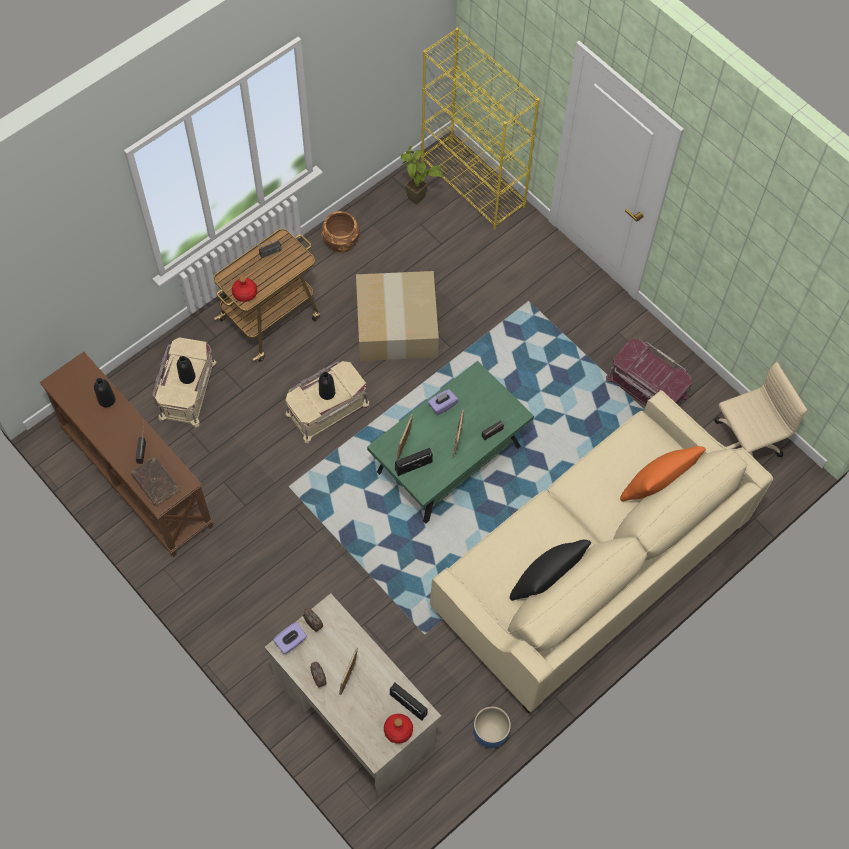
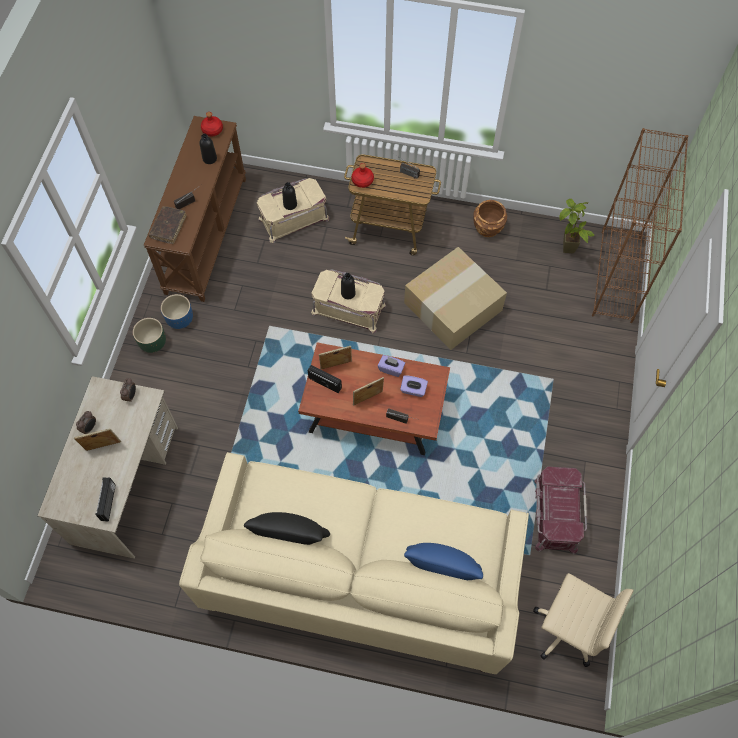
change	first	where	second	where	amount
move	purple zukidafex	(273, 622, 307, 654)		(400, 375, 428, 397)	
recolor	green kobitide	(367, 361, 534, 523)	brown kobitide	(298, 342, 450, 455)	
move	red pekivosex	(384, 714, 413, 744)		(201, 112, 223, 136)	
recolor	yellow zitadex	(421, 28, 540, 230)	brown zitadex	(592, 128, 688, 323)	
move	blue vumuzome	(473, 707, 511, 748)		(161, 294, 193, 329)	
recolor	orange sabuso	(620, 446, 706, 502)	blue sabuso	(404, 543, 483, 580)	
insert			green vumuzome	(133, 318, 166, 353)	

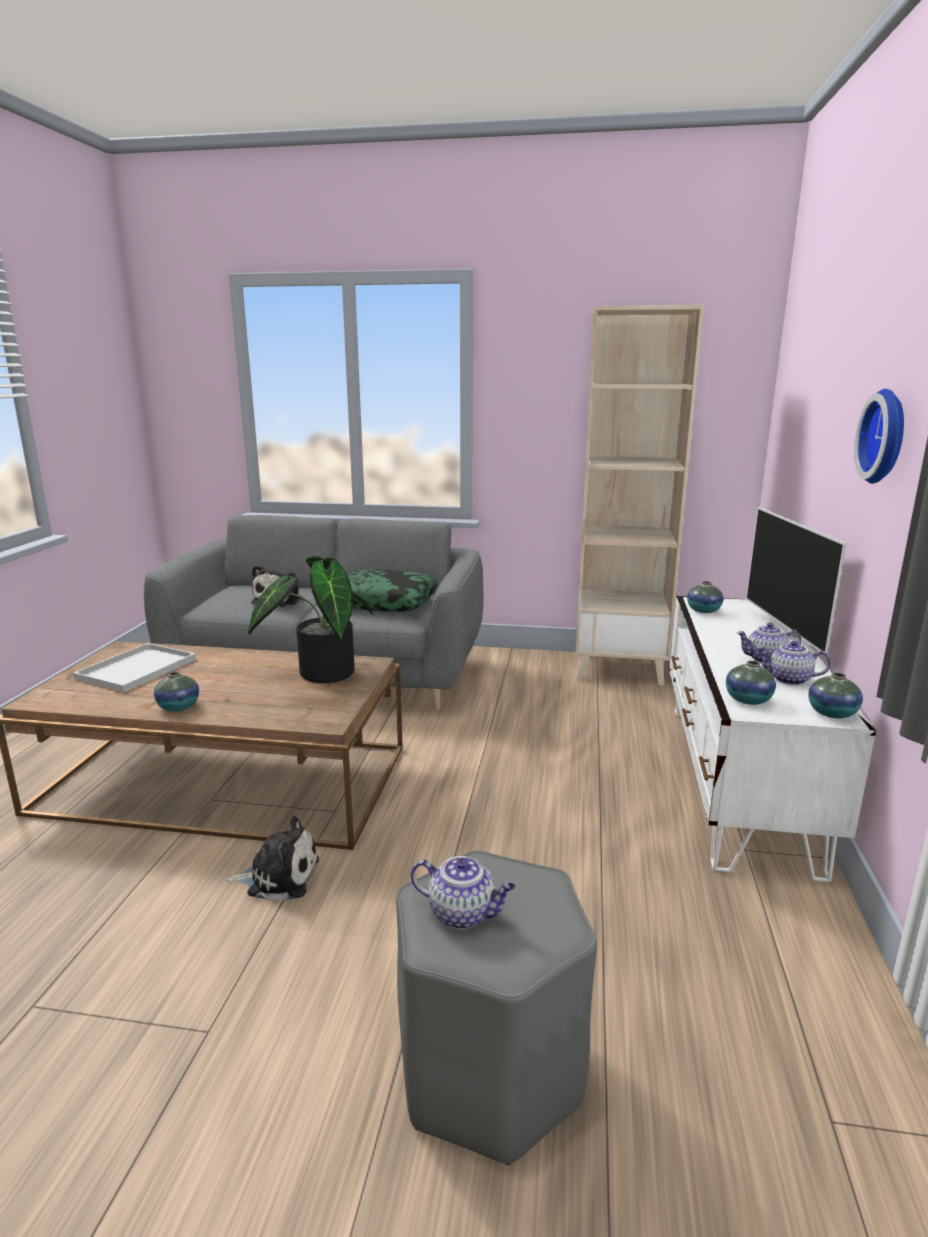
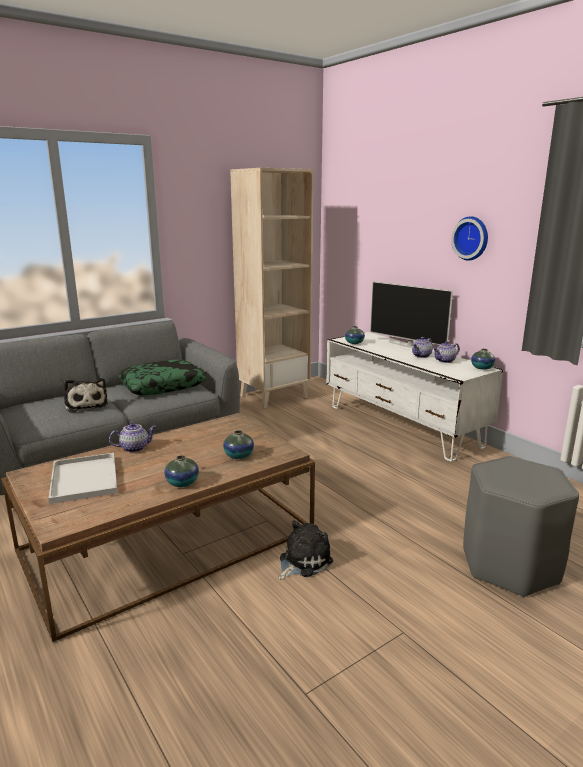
change	first	where	second	where	amount
delete	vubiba	(248, 556, 373, 683)			
move	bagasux	(411, 856, 516, 929)		(109, 423, 156, 452)	
move	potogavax	(726, 661, 776, 705)		(223, 430, 254, 459)	

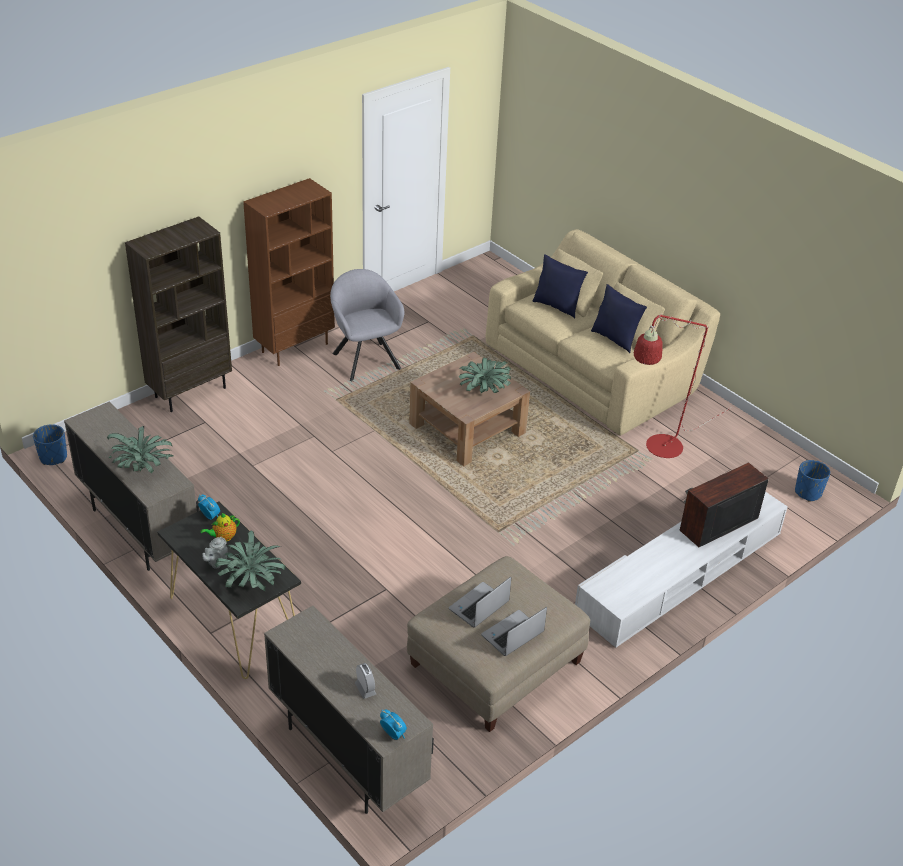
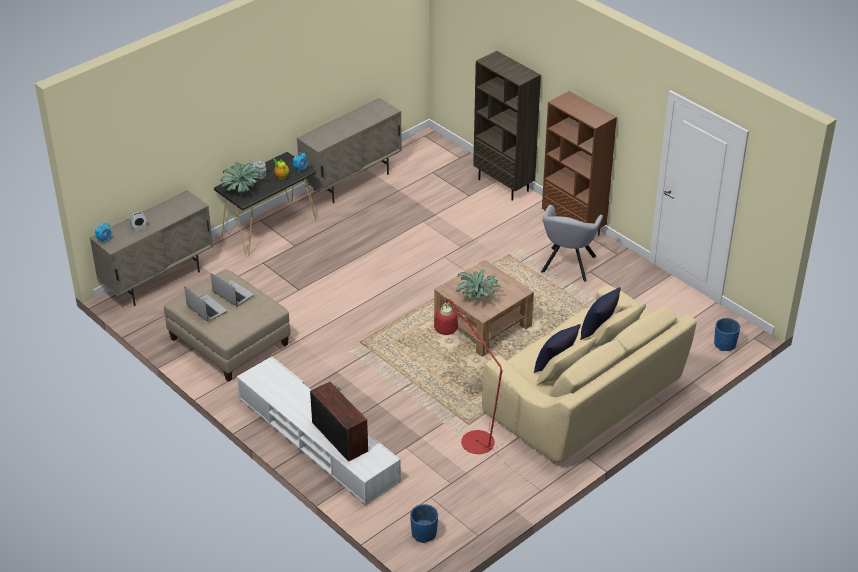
change	first	where	second	where	amount
move	blue vumuzome	(33, 424, 67, 465)		(714, 318, 740, 351)	
delete	vubiba	(107, 426, 173, 473)			
rotate	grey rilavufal	(330, 269, 404, 382)		(541, 205, 603, 282)	135 degrees clockwise

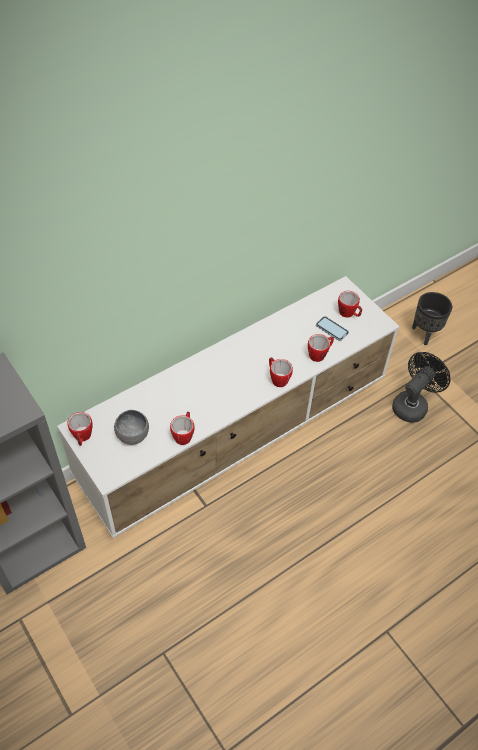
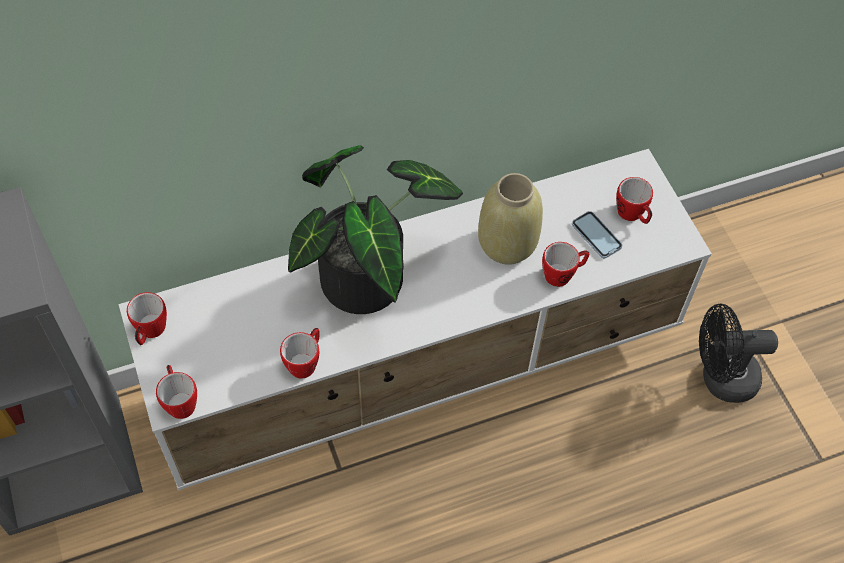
change	first	where	second	where	amount
delete	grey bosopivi	(114, 410, 149, 445)			
move	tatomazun	(269, 358, 293, 387)		(156, 365, 197, 419)	
rotate	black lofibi	(392, 352, 450, 423)		(699, 304, 778, 403)	150 degrees counterclockwise
delete	black vumuzome	(412, 292, 452, 345)			
insert			vubiba	(288, 145, 463, 314)	
insert			beige potogavax	(478, 173, 543, 265)	

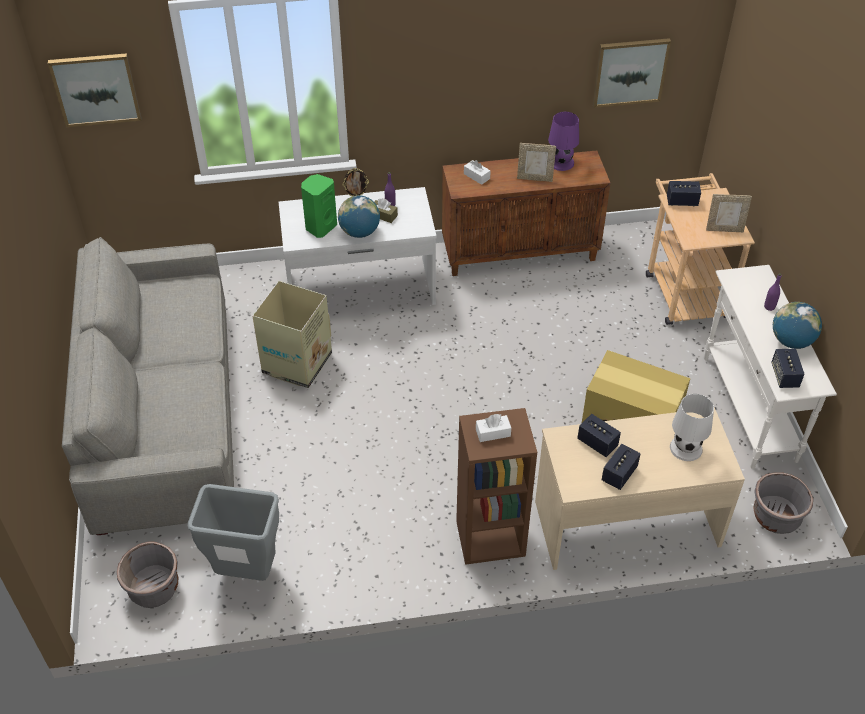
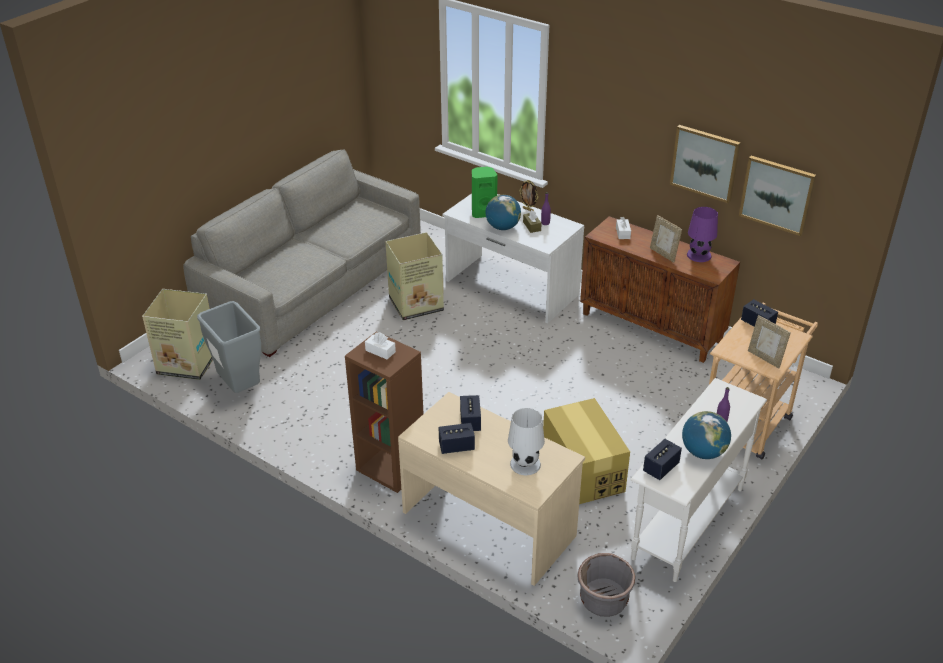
change	first	where	second	where	amount
move	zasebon	(48, 53, 141, 127)		(670, 125, 740, 204)	
replace	grey vumuzome	(117, 542, 179, 608)	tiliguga	(142, 289, 213, 380)	

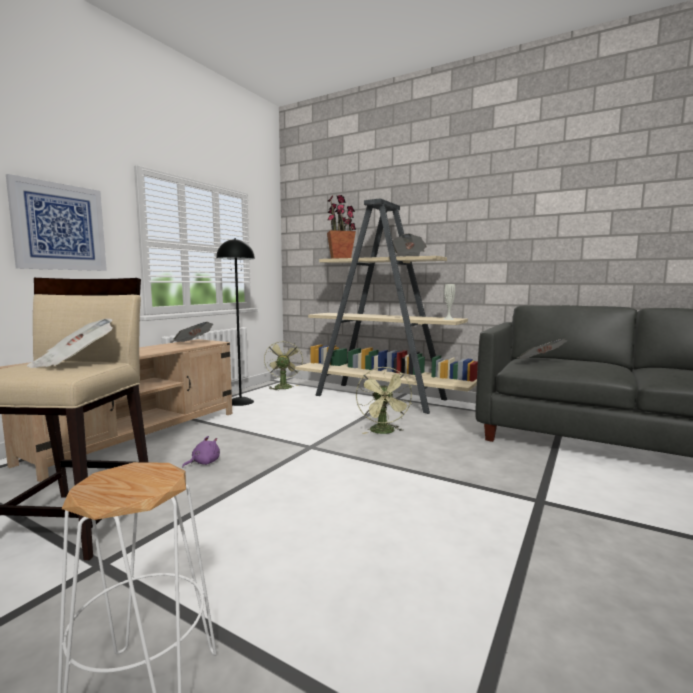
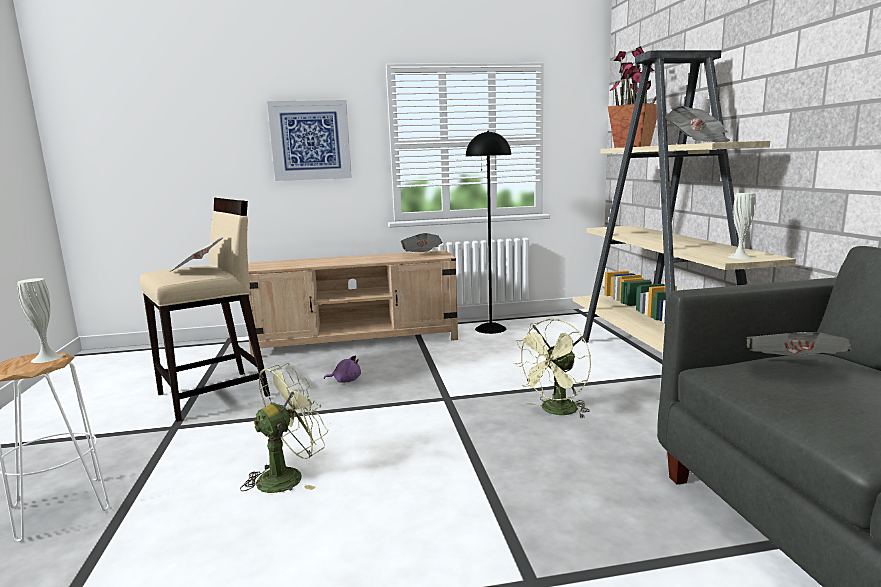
change	first	where	second	where	amount
move	green lofibi	(264, 340, 303, 391)		(240, 363, 328, 493)	
insert			white potogavax	(18, 278, 63, 363)	

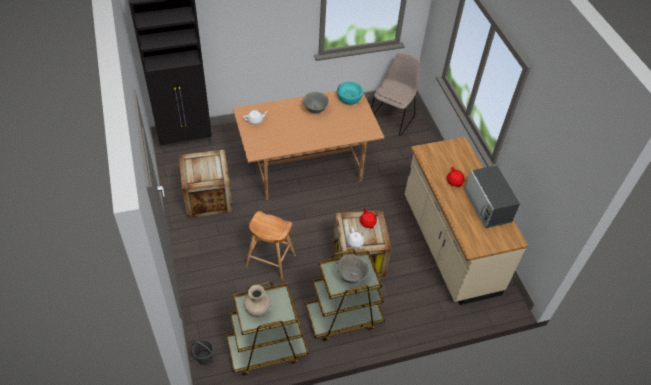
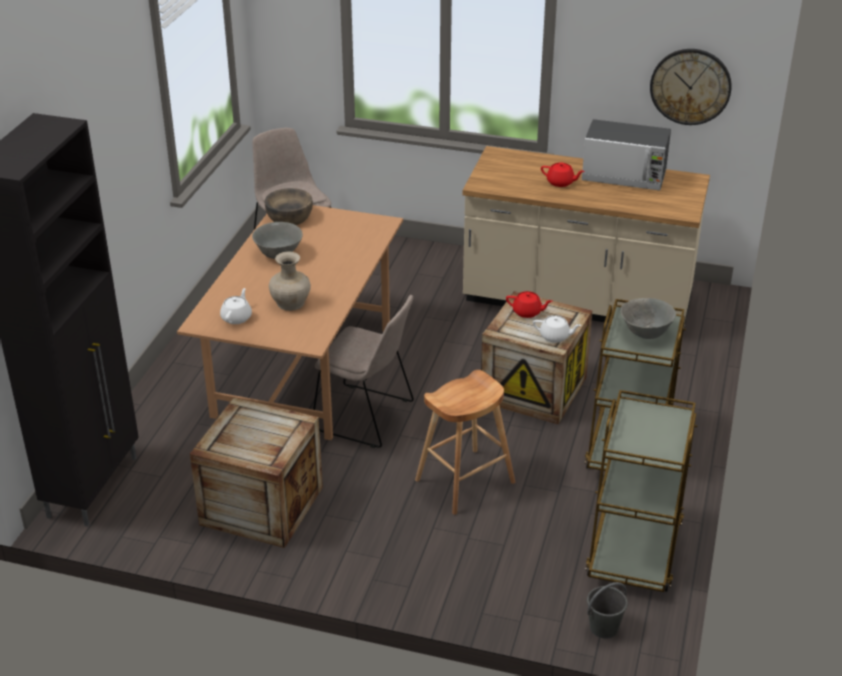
change	first	where	second	where	amount
move	beige potogavax	(244, 285, 271, 317)		(269, 251, 311, 311)	
recolor	turquoise bosopivi	(337, 82, 363, 105)	brown bosopivi	(265, 188, 313, 225)	
insert			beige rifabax	(313, 295, 414, 448)	
insert			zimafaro	(650, 49, 732, 125)	

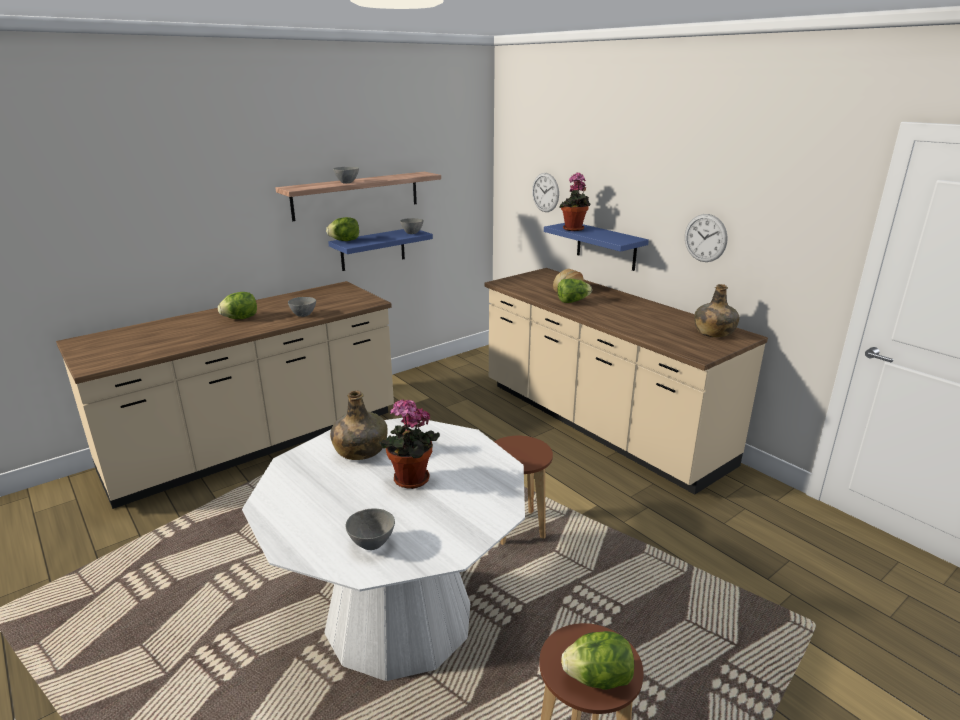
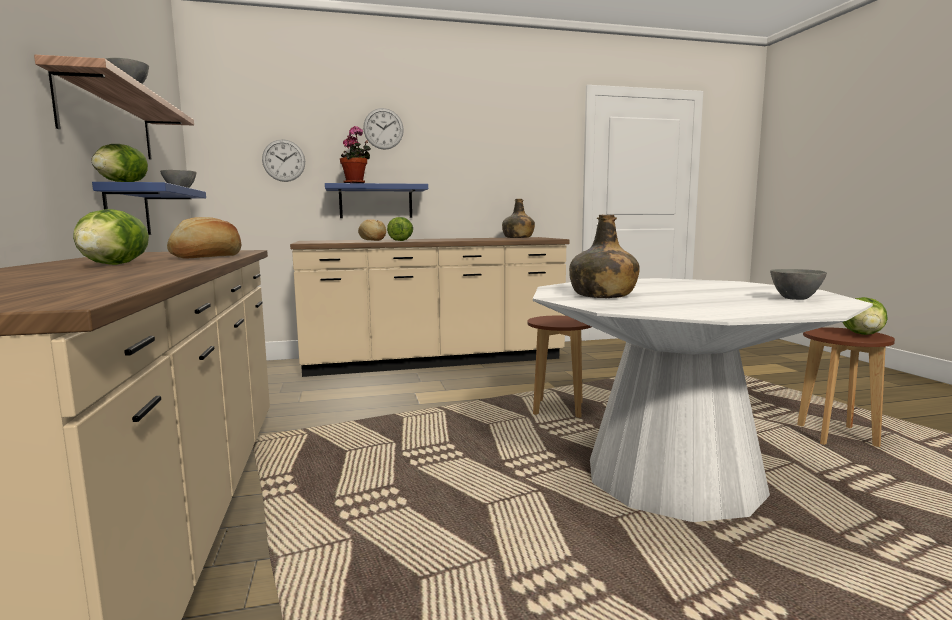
change	first	where	second	where	amount
replace	grey bosopivi	(288, 297, 316, 317)	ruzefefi	(167, 217, 241, 259)	
delete	vubiba	(379, 399, 440, 489)			
move	zimafaro	(685, 214, 728, 262)		(363, 108, 404, 150)	

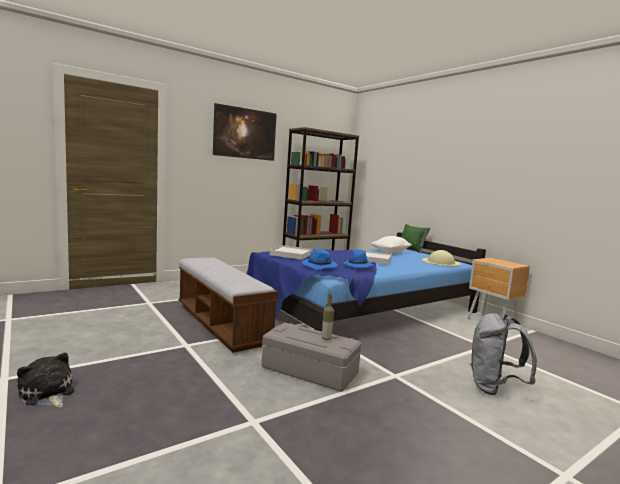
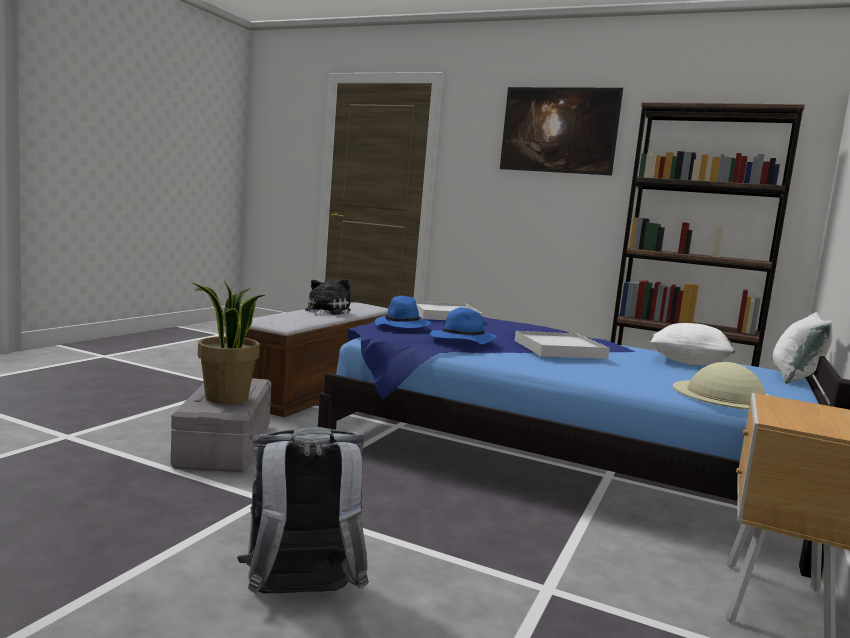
change	first	where	second	where	amount
move	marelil	(17, 352, 74, 408)		(305, 279, 351, 316)	
replace	pekivosex	(322, 294, 334, 340)	vubiba	(193, 281, 265, 404)	
recolor	green sabuso	(401, 224, 430, 253)	white sabuso	(773, 312, 832, 384)	

